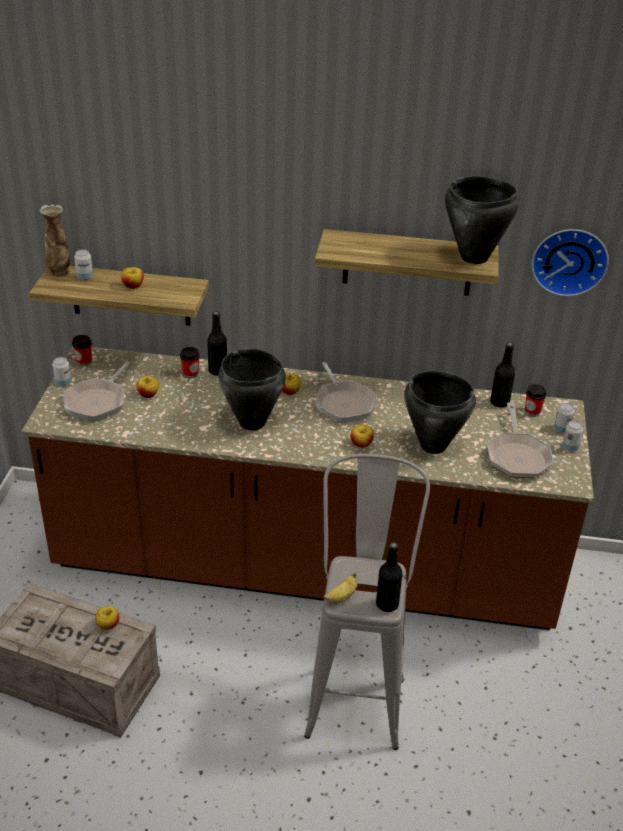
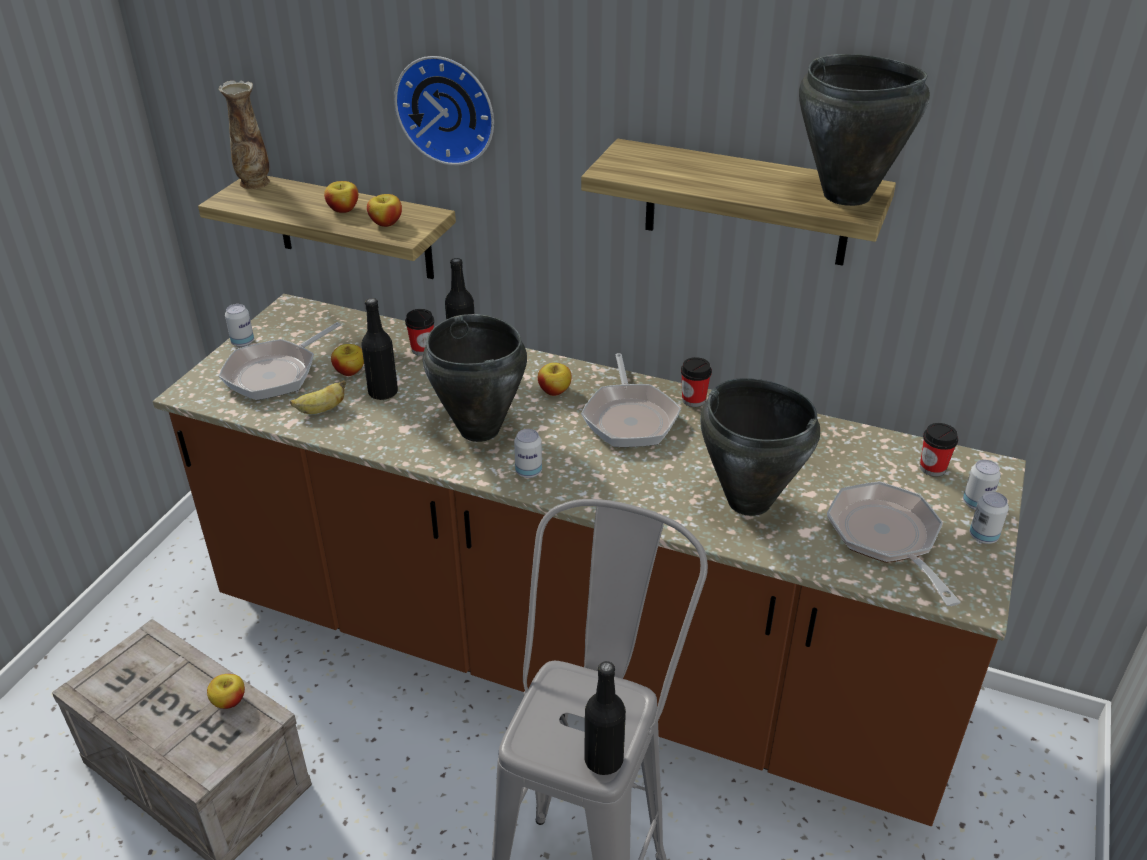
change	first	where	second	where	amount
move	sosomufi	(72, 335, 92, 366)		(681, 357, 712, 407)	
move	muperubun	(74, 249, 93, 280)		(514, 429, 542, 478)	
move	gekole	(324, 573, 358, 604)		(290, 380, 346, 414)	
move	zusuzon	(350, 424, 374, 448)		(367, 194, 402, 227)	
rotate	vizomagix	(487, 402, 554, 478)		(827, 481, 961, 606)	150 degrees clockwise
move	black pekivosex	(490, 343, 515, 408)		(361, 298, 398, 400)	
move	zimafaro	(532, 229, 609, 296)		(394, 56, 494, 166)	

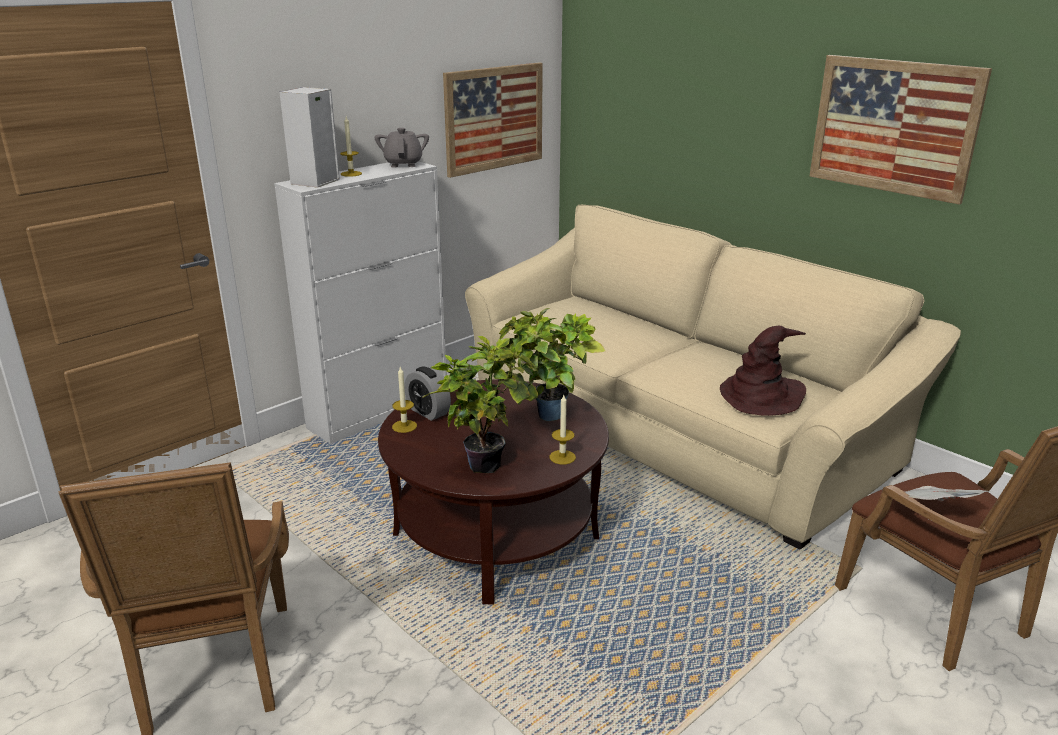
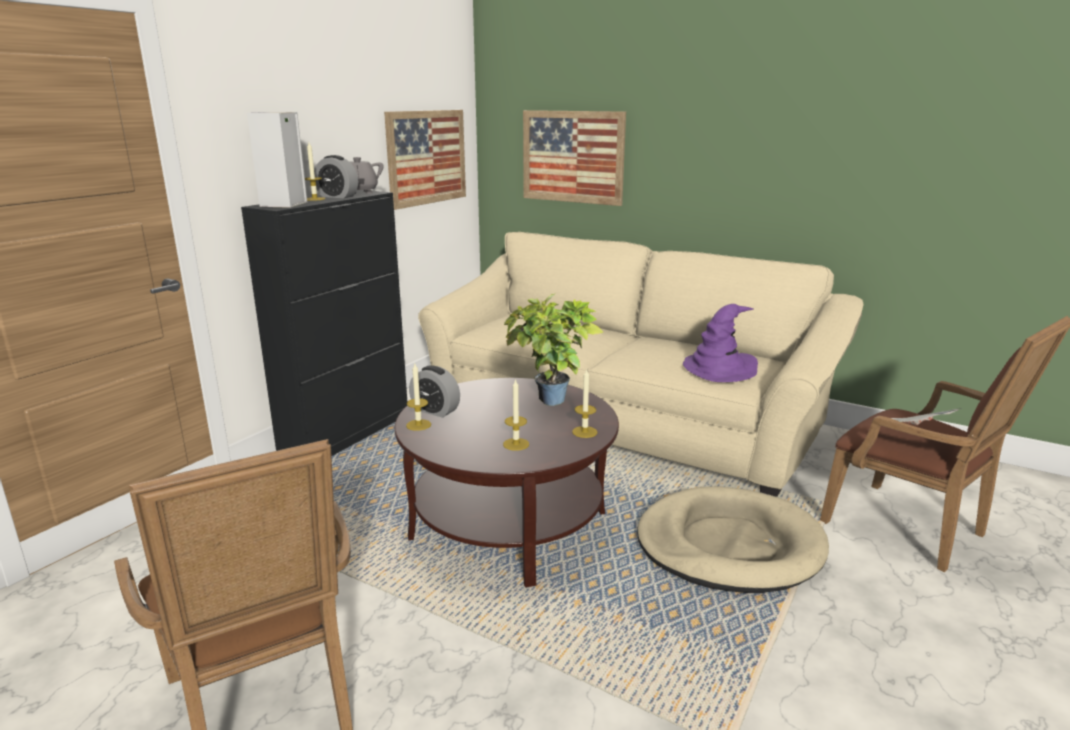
change	first	where	second	where	amount
recolor	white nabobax	(274, 161, 447, 444)	black nabobax	(241, 190, 407, 456)	
replace	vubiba	(423, 336, 539, 473)	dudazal	(503, 379, 529, 451)	
recolor	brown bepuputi	(720, 326, 806, 416)	purple bepuputi	(683, 304, 758, 382)	
move	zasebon	(810, 55, 992, 205)		(523, 110, 626, 206)	
insert			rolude	(314, 155, 358, 198)	
insert			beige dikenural	(637, 486, 829, 593)	

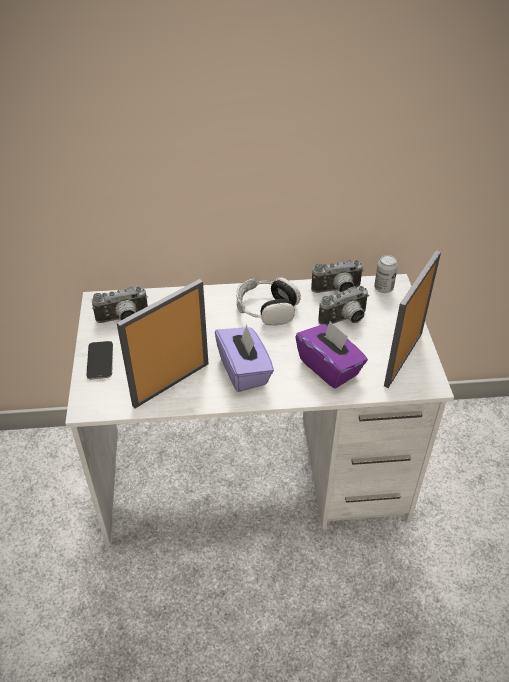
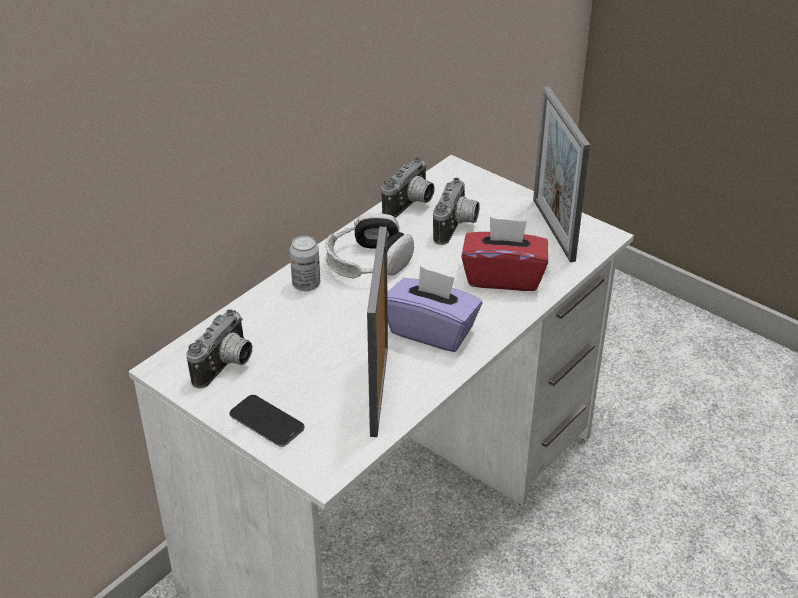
change	first	where	second	where	amount
recolor	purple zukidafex	(295, 321, 368, 389)	red zukidafex	(461, 217, 548, 291)	
move	muperubun	(374, 255, 398, 293)		(290, 236, 320, 291)	

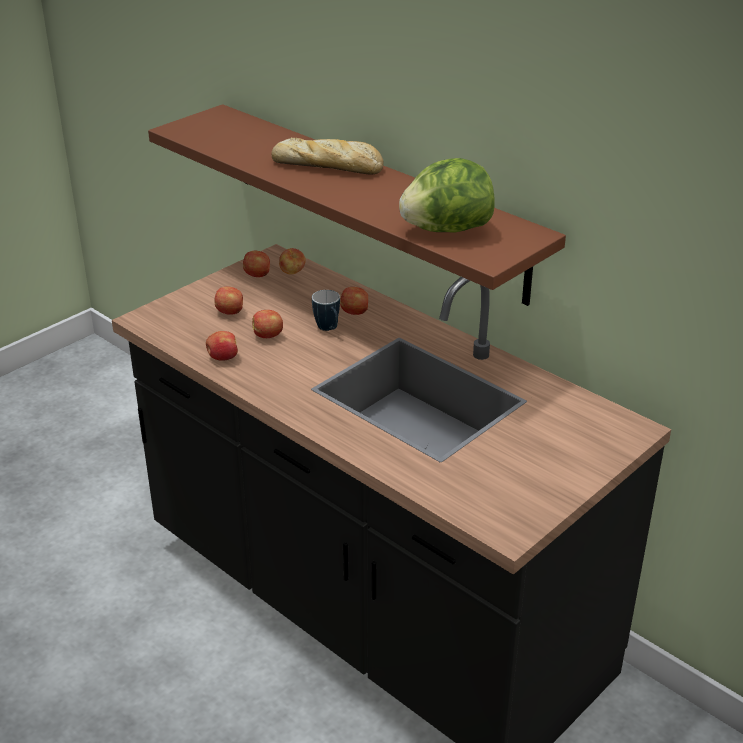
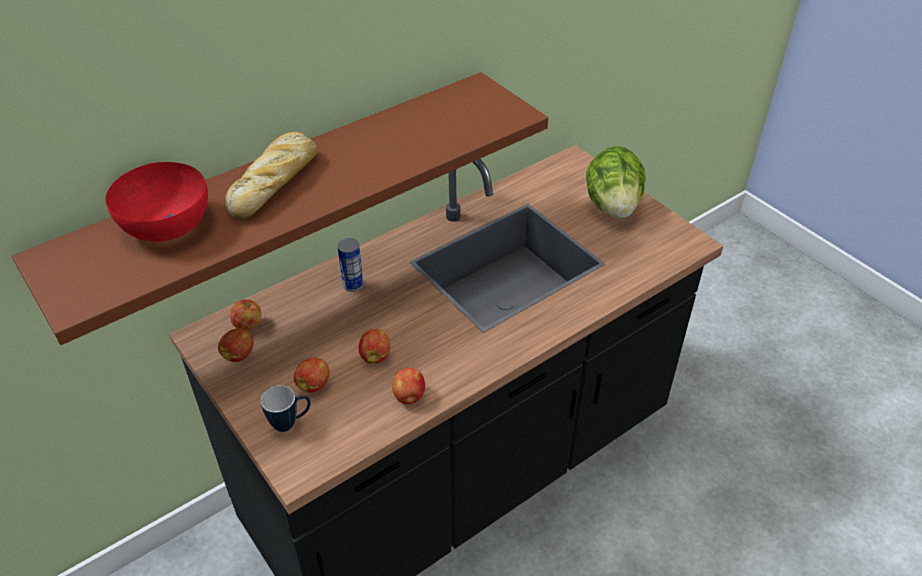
change	first	where	second	where	amount
move	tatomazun	(312, 290, 340, 331)		(261, 385, 311, 432)	
replace	zusuzon	(340, 287, 368, 315)	muperubun	(337, 238, 363, 292)	
move	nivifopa	(399, 158, 495, 232)		(586, 146, 646, 219)	
insert			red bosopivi	(106, 162, 208, 241)	

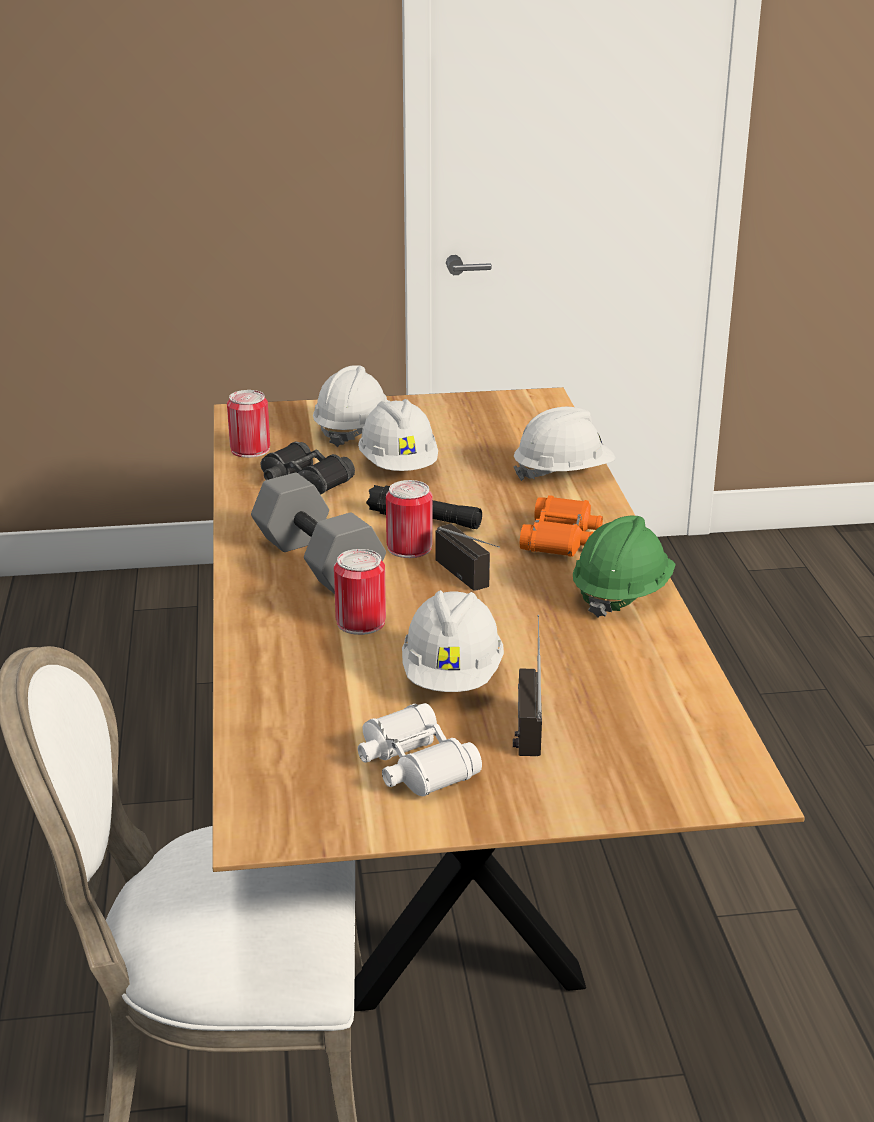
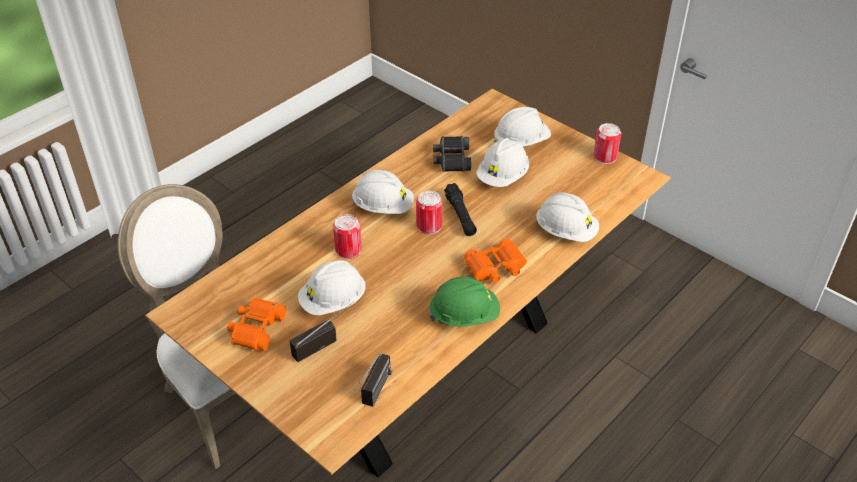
change	first	where	second	where	amount
move	muperubun	(227, 390, 270, 458)		(594, 123, 621, 164)	
replace	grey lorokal	(251, 473, 386, 594)	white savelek	(351, 170, 414, 214)	
recolor	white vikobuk	(358, 703, 482, 796)	orange vikobuk	(227, 298, 286, 351)	
move	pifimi	(436, 524, 500, 591)		(350, 354, 392, 407)	

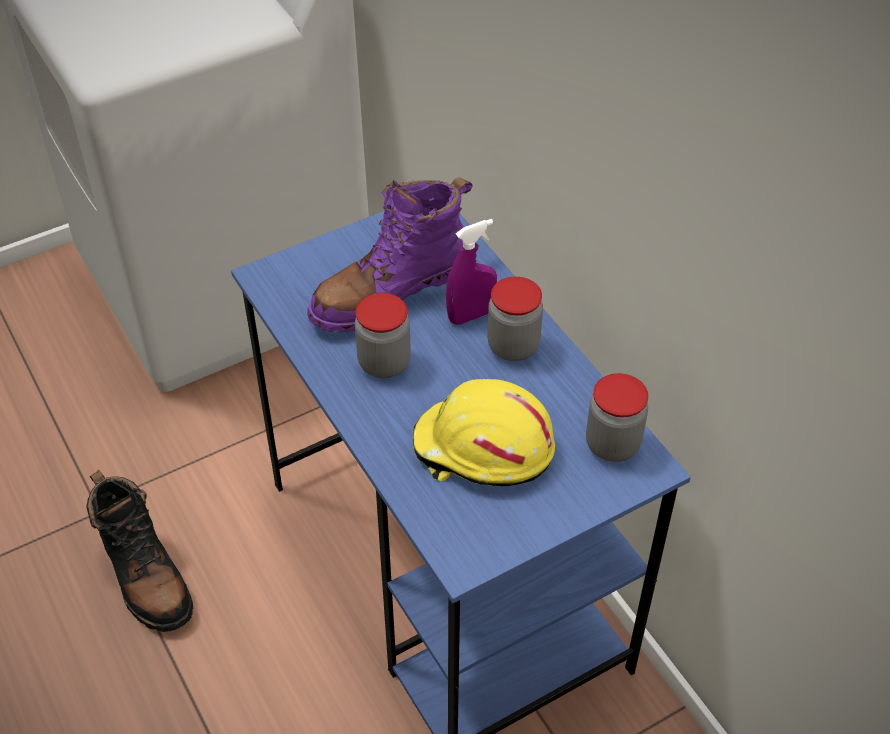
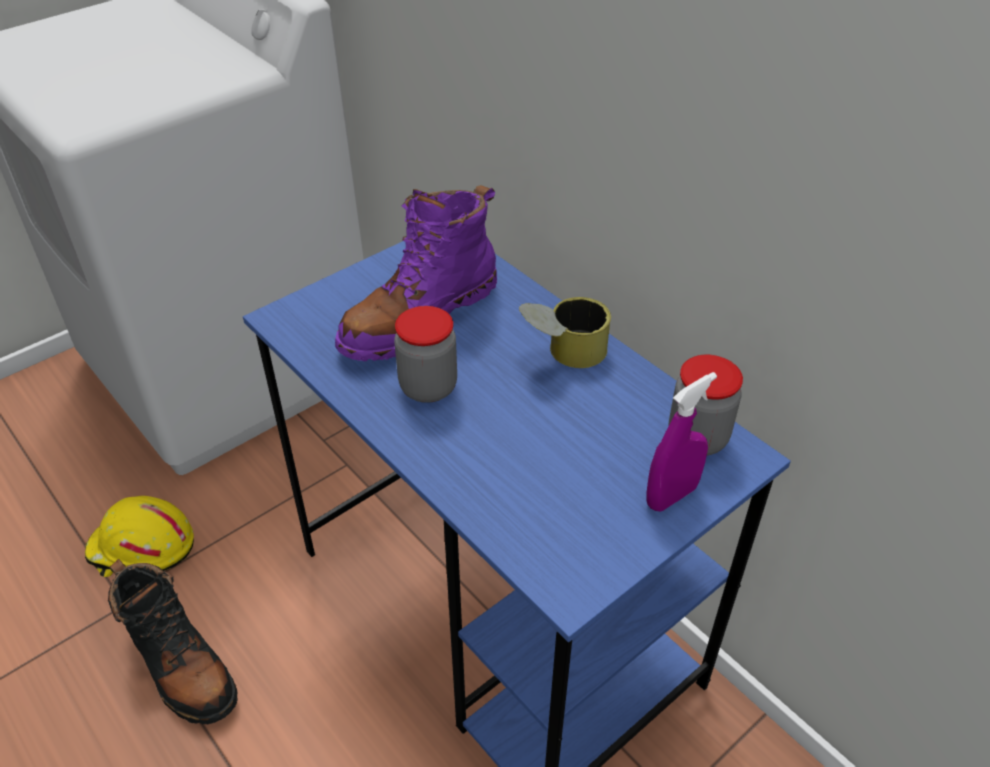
change	first	where	second	where	amount
move	yellow savelek	(413, 379, 555, 487)		(85, 496, 194, 577)	
move	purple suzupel	(446, 219, 497, 325)		(647, 372, 717, 511)	
replace	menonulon	(488, 277, 543, 361)	muperubun	(519, 297, 611, 368)	

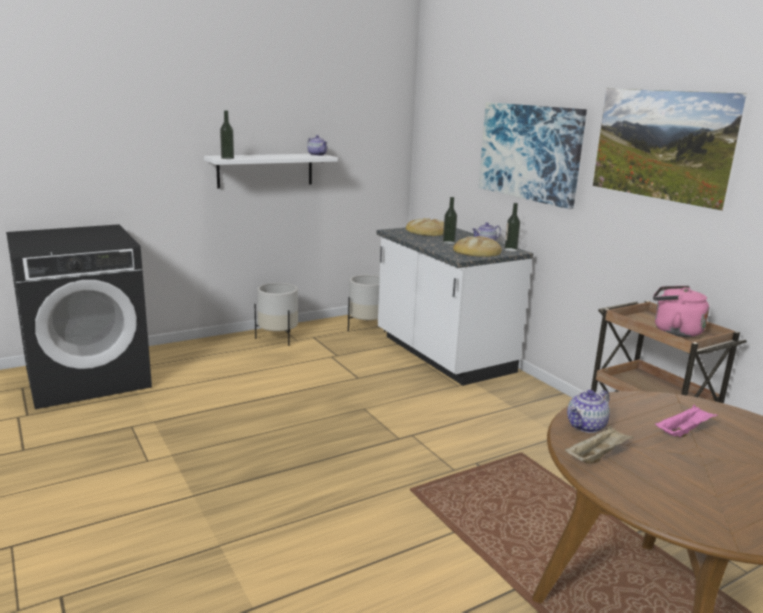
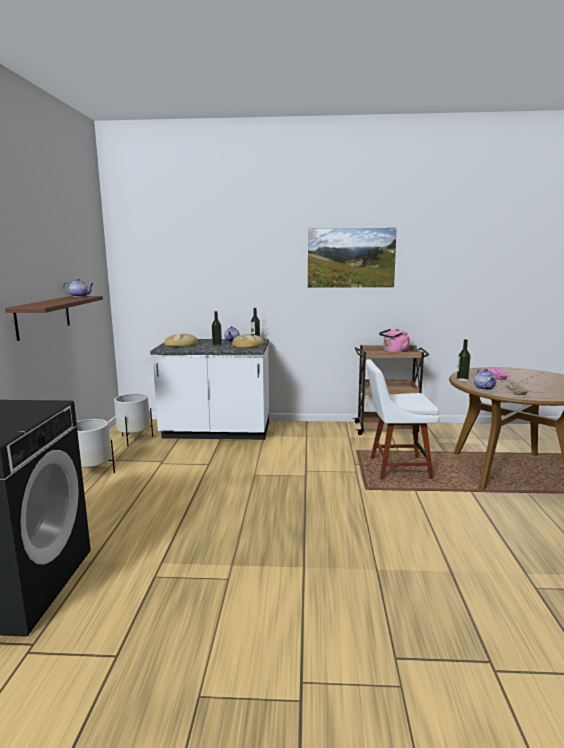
change	first	where	second	where	amount
recolor	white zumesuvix	(204, 154, 338, 189)	brown zumesuvix	(5, 296, 103, 341)	
move	pekivosex	(220, 110, 234, 159)		(457, 339, 470, 381)	
delete	zasebon	(479, 102, 587, 209)			
insert			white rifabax	(366, 359, 440, 480)	

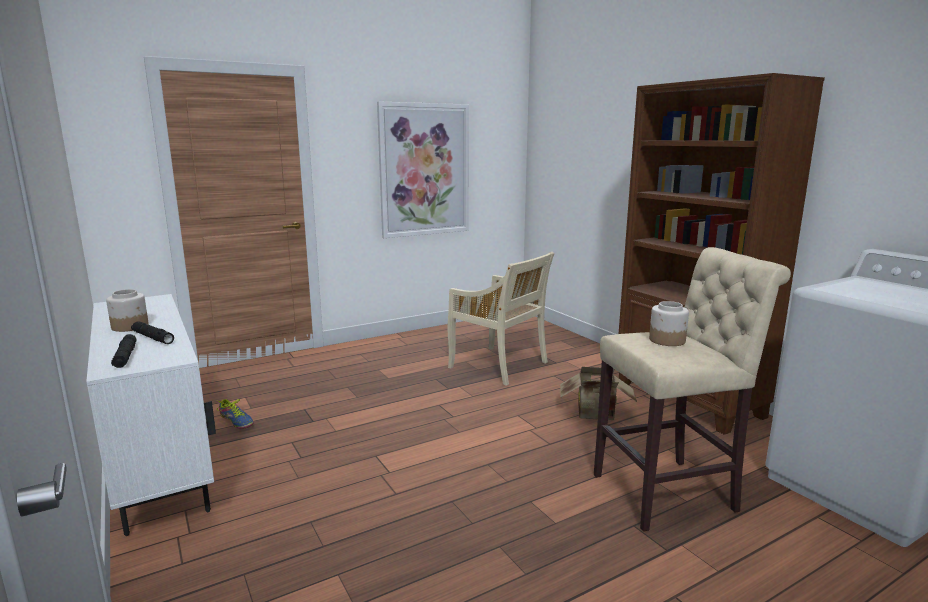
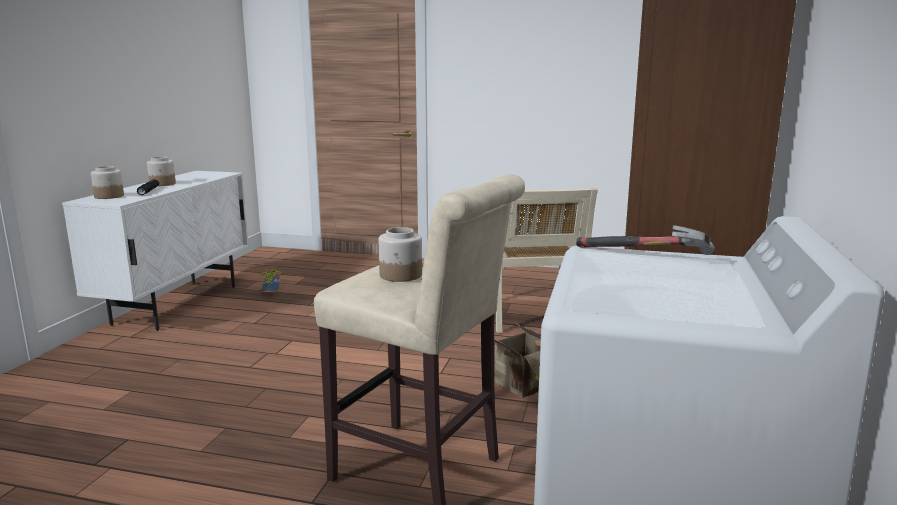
change	first	where	second	where	amount
replace	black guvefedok	(111, 334, 136, 368)	menonulon	(91, 166, 124, 199)	
delete	zasebon	(377, 101, 469, 238)			
insert			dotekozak	(576, 225, 715, 255)	

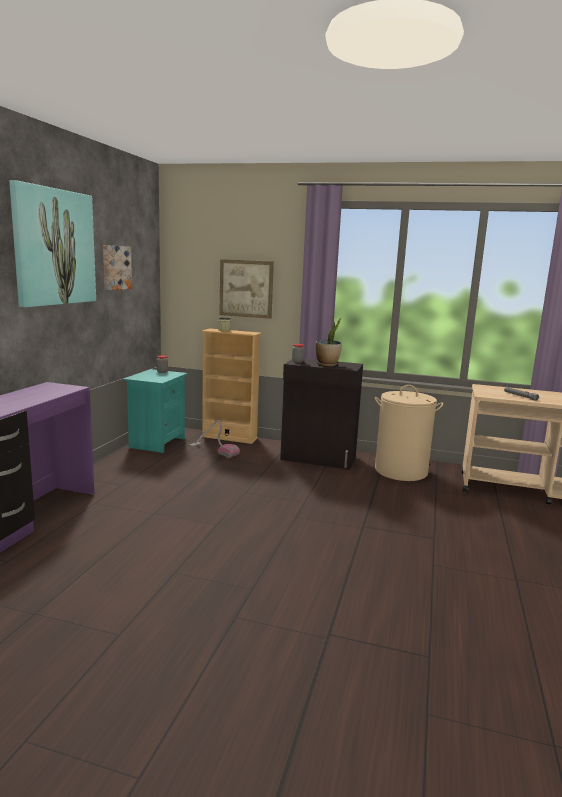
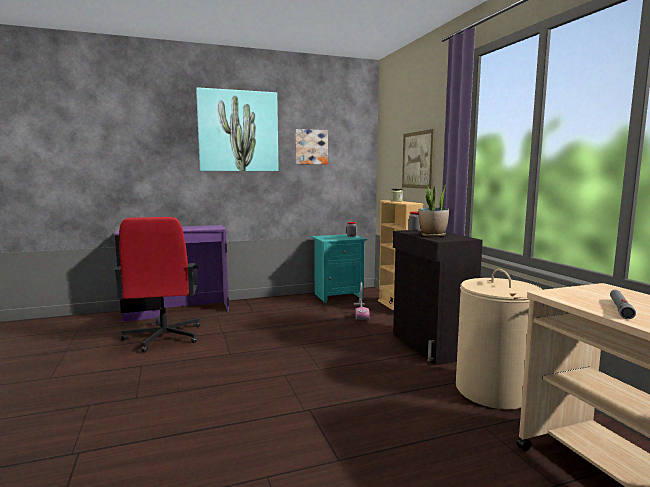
change	first	where	second	where	amount
insert			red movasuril	(113, 217, 200, 352)	

